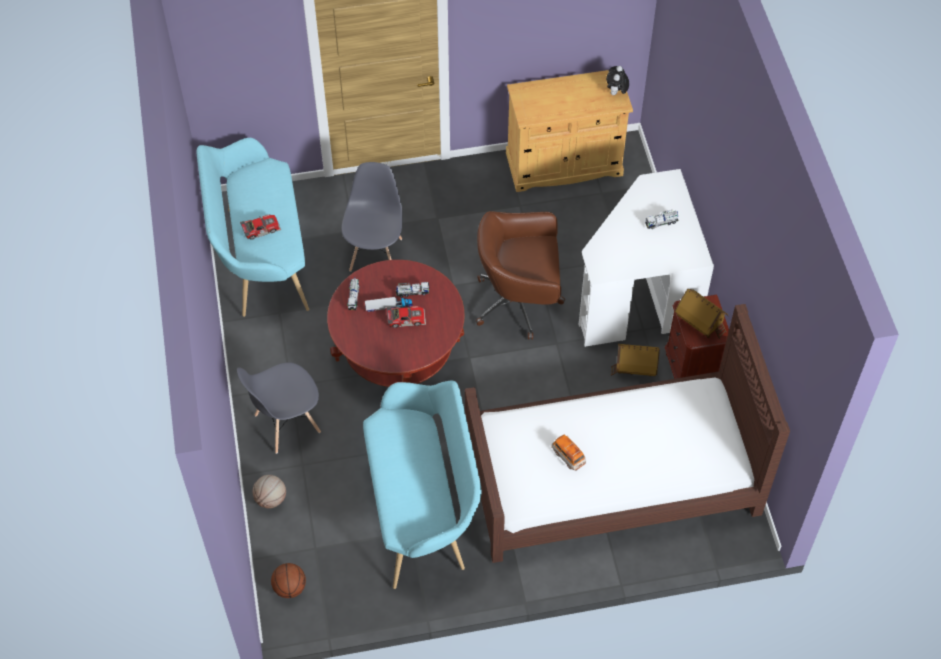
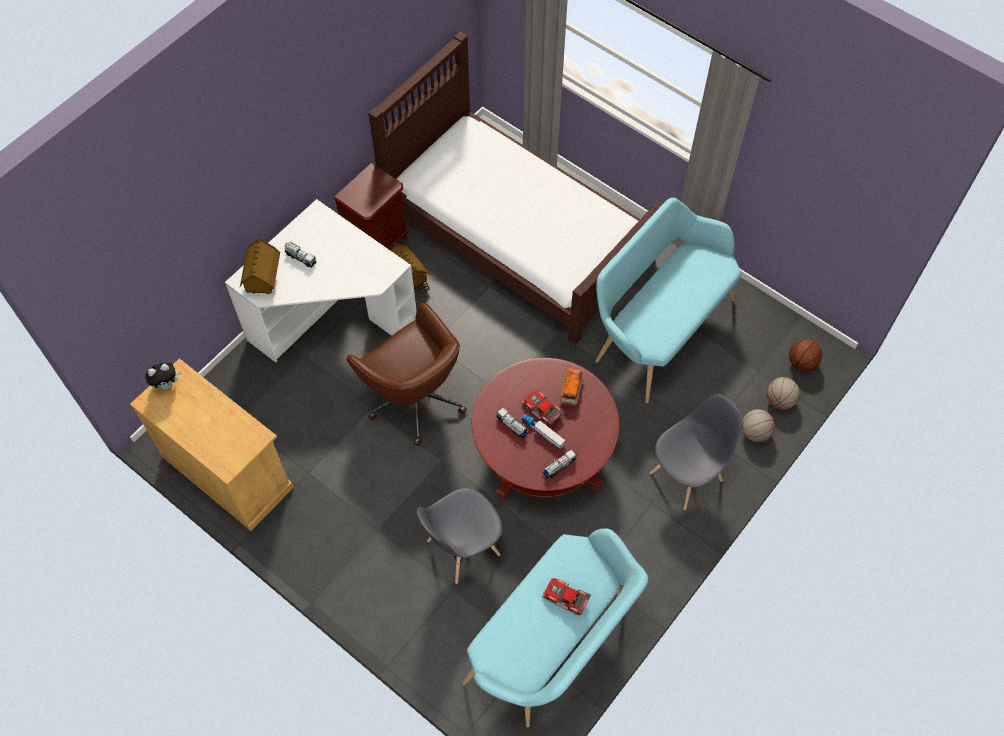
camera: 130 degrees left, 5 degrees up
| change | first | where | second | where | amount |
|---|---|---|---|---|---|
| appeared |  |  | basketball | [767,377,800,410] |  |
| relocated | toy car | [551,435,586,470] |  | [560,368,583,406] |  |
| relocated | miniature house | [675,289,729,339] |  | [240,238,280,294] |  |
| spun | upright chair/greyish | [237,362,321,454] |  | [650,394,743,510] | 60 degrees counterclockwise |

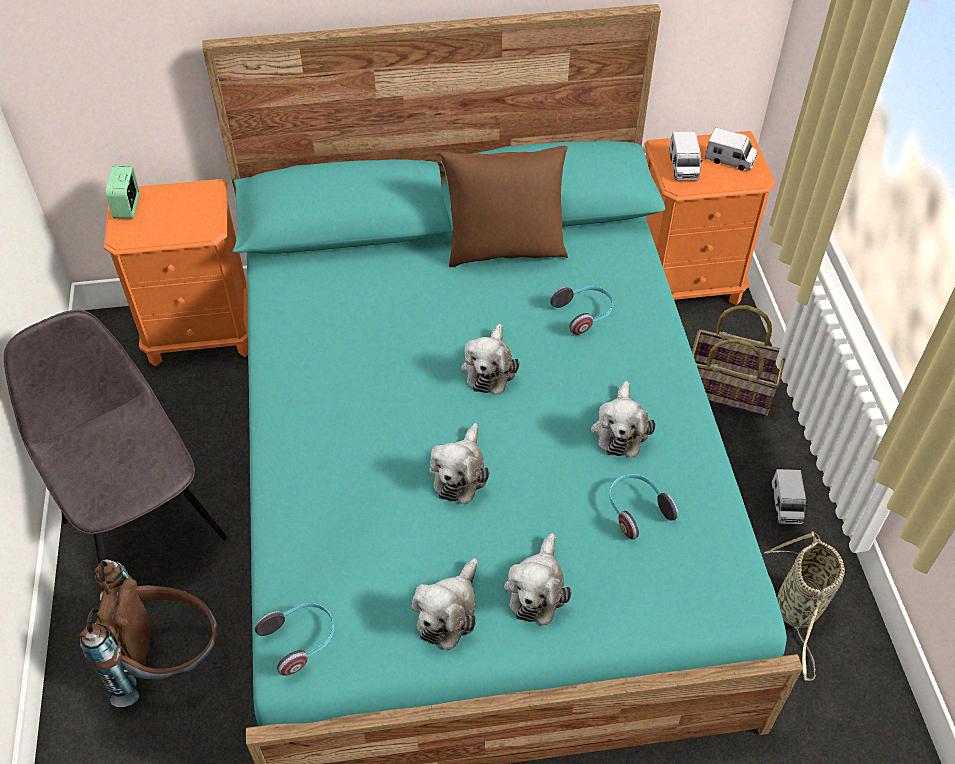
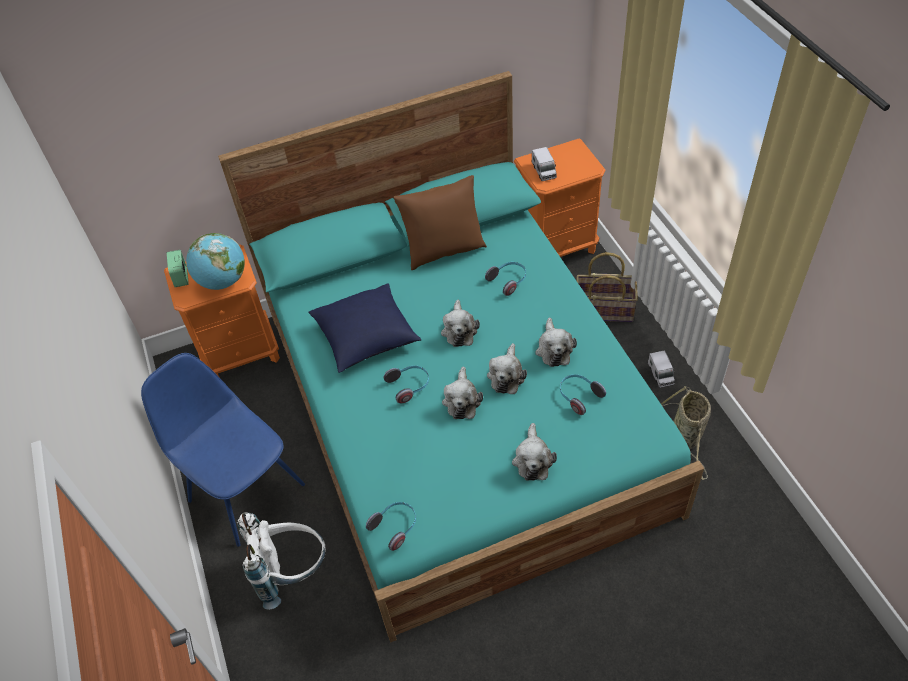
camera: 10 degrees left, 0 degrees up
| change | first | where | second | where | amount |
|---|---|---|---|---|---|
| missing | toy truck | [705,127,757,171] |  |  |  |
| appeared |  |  | world globe | [186,233,245,290] |  |
| appeared |  |  | throw pillow/bluish | [308,283,421,373] |  |
| appeared |  |  | pair of headphones | [383,365,429,403] |  |
| relocated | soft toy | [412,558,478,651] |  | [487,343,527,394] |  |
| colour | upright chair/greyish | [4,310,227,565] | upright chair/bluish | [141,353,305,547] |  |
| colour | backpack/brown-coloured | [79,560,218,707] | backpack/white | [237,512,326,610] |  |

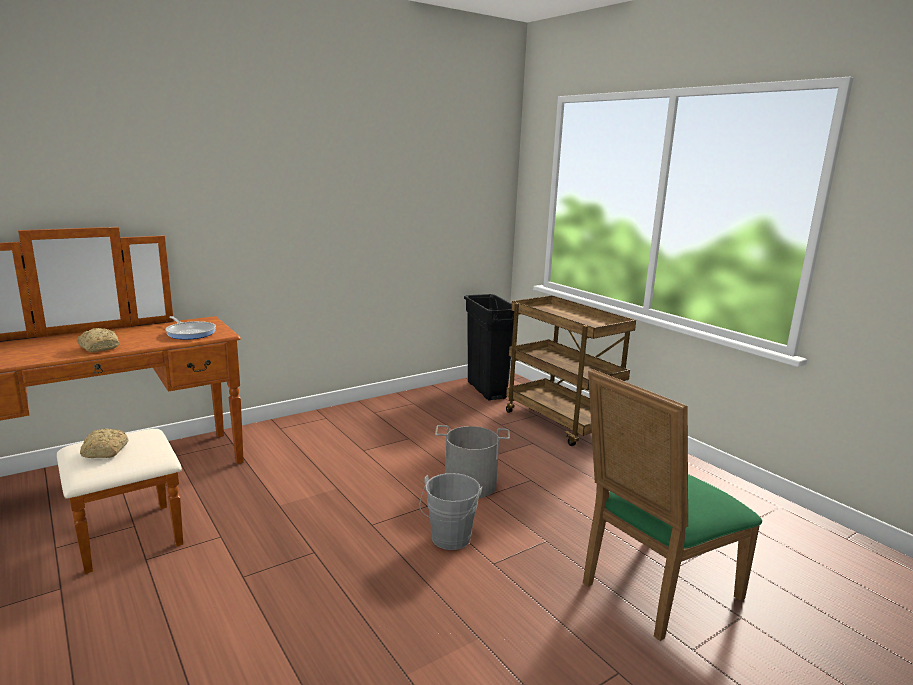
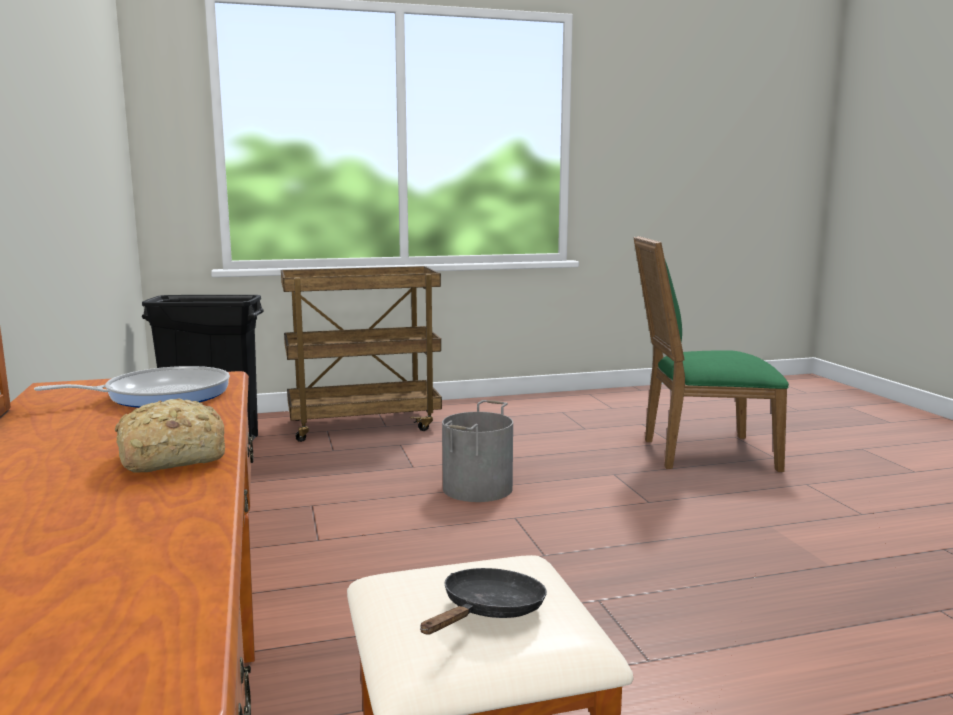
camera: 70 degrees left, 5 degrees down
| change | first | where | second | where | amount |
|---|---|---|---|---|---|
| missing | bucket/greyish | [419,473,482,550] |  |  |  |
| exchanged | bakery bread | [80,429,129,458] | pan/black | [420,568,547,635] |  |
| spun | upright chair/greenish | [583,369,762,641] |  | [634,236,789,472] | 105 degrees clockwise |

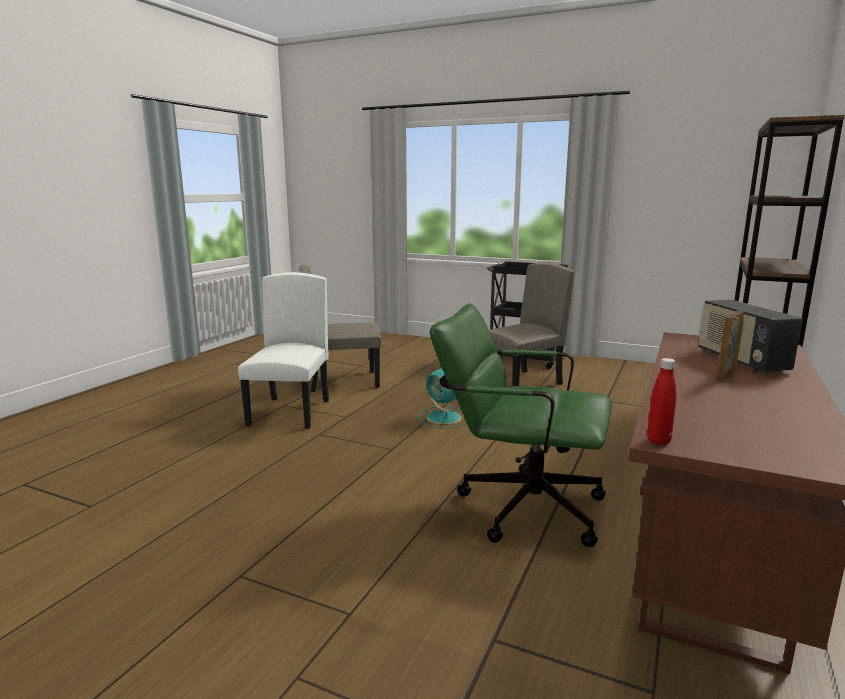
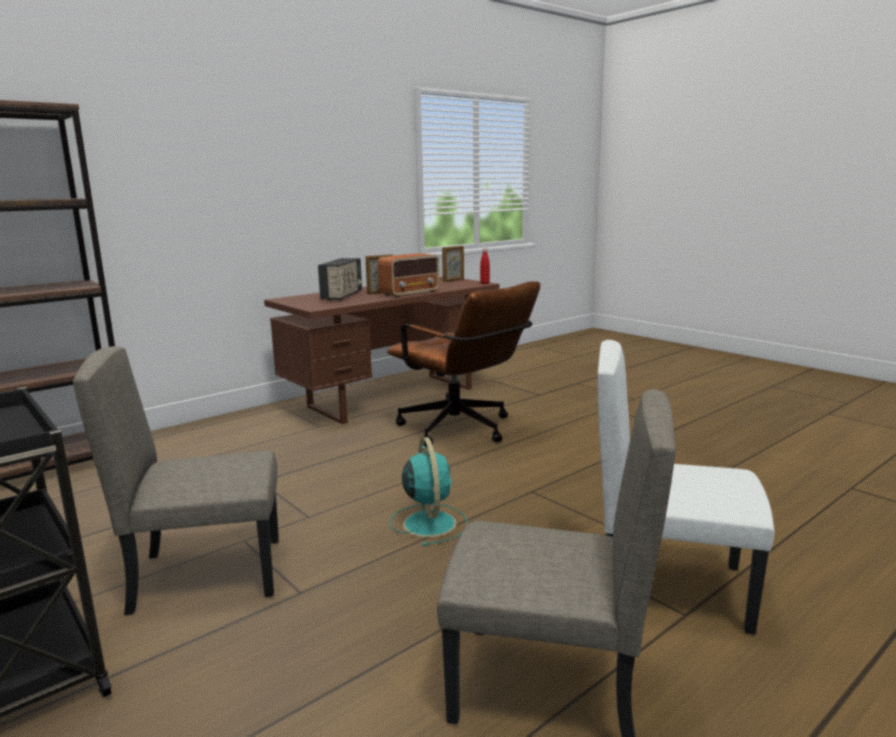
camera: 155 degrees left, 0 degrees up
| change | first | where | second | where | amount |
|---|---|---|---|---|---|
| appeared |  |  | radio receiver | [378,253,439,298] |  |
| appeared |  |  | standing frame | [442,246,464,282] |  |
| colour | office chair/greenish | [430,303,613,547] | office chair/brown-coloured | [387,281,540,447] |  |
| spun | upright chair/white | [238,272,329,429] |  | [598,340,775,634] | 75 degrees clockwise |

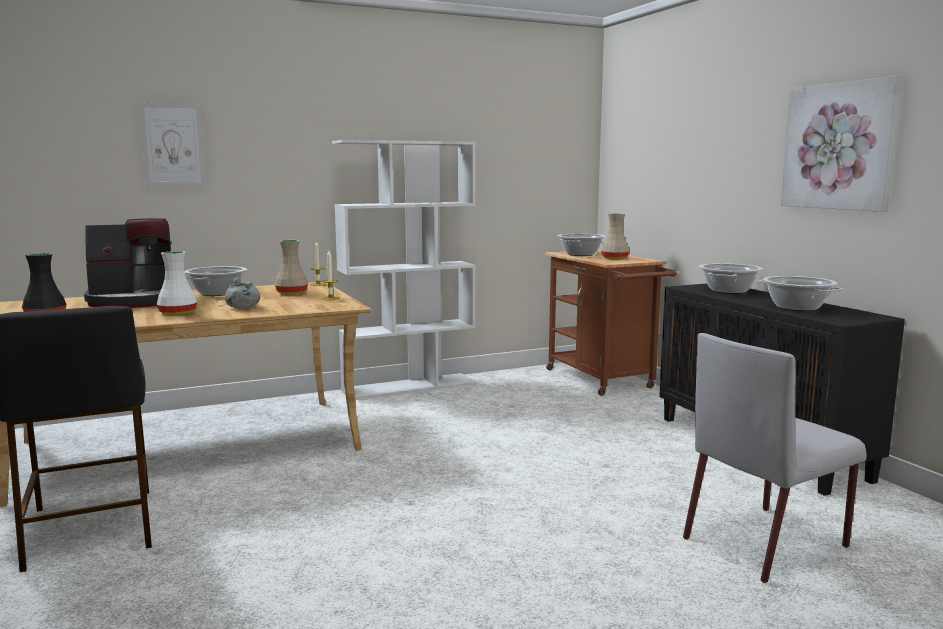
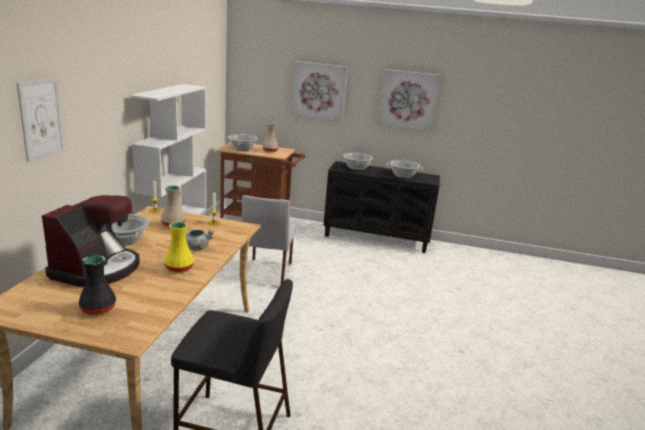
camera: 55 degrees left, 10 degrees up
| change | first | where | second | where | amount |
|---|---|---|---|---|---|
| appeared |  |  | wall picture | [291,61,348,122] |  |
| relocated | upright chair/greyish | [683,333,867,583] |  | [242,195,296,284] |  |
| colour | flower vase/white | [157,251,197,315] | flower vase/yellow-coloured | [164,222,194,273] |  |

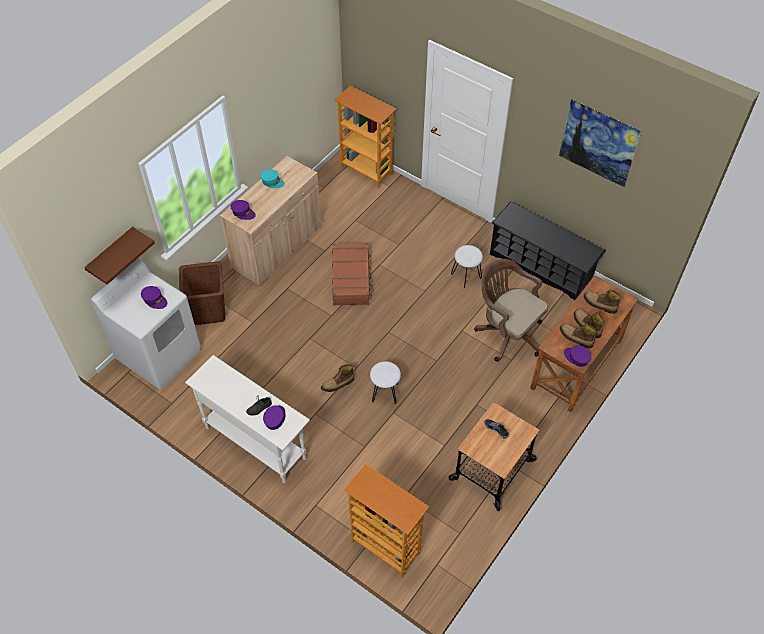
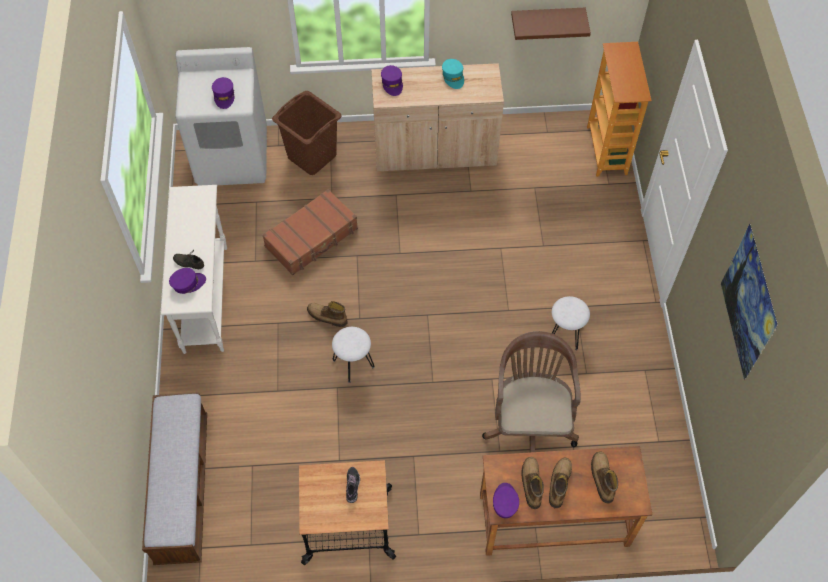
camera: 50 degrees right, 5 degrees up
| change | first | where | second | where | amount |
|---|---|---|---|---|---|
| missing | shoe rack/black | [490,201,606,300] |  |  |  |
| relocated | wall shelf/brown-coloured | [84,227,155,285] |  | [511,8,591,40] |  |
| relocated | travel case/brown-coloured | [332,243,372,306] |  | [262,189,358,275] |  |
| exchanged | bookcase | [344,464,429,577] | bench | [142,393,207,565] |  |

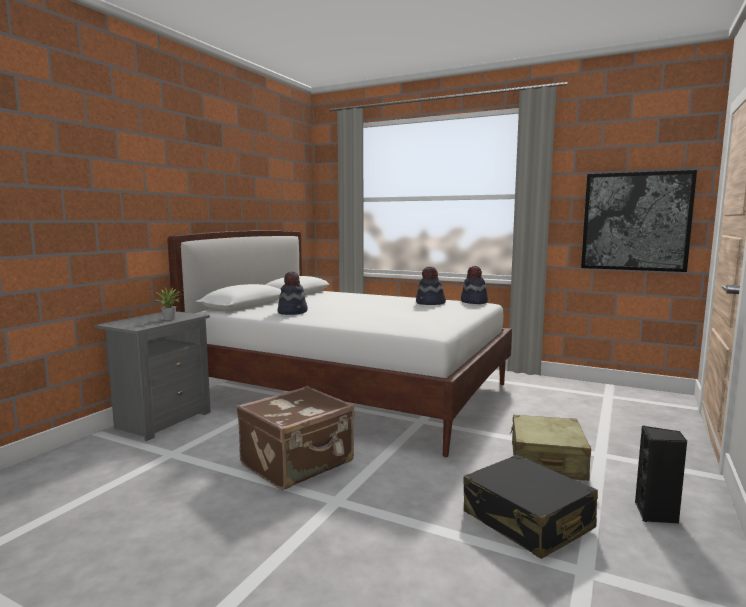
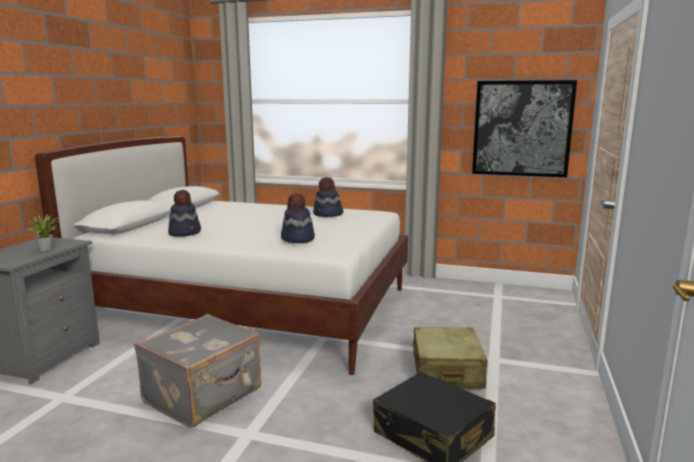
camera: 10 degrees left, 5 degrees up
| change | first | where | second | where | amount |
|---|---|---|---|---|---|
| missing | loudspeaker/black | [635,426,687,523] |  |  |  |
| relocated | wearable hat | [461,266,488,304] |  | [281,193,315,243] |  |
| colour | travel case/brown-coloured | [237,386,354,490] | travel case/greyish | [134,314,261,428] |  |

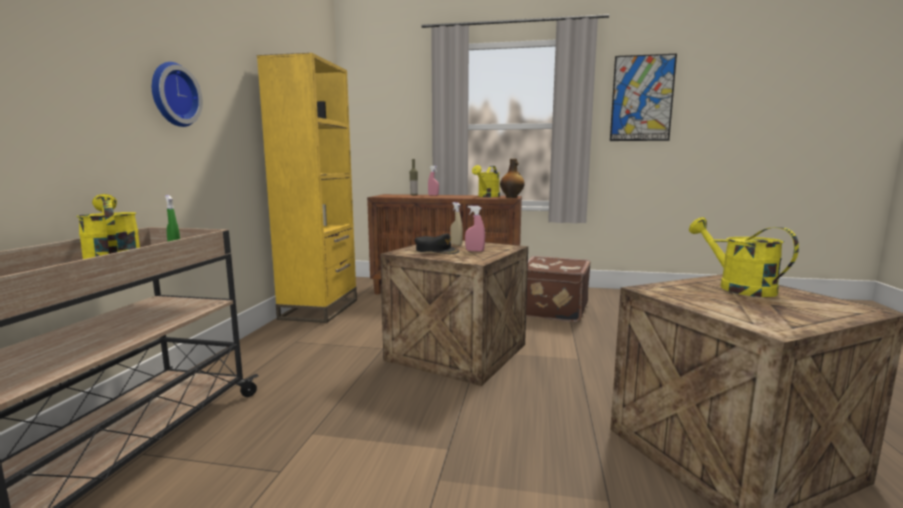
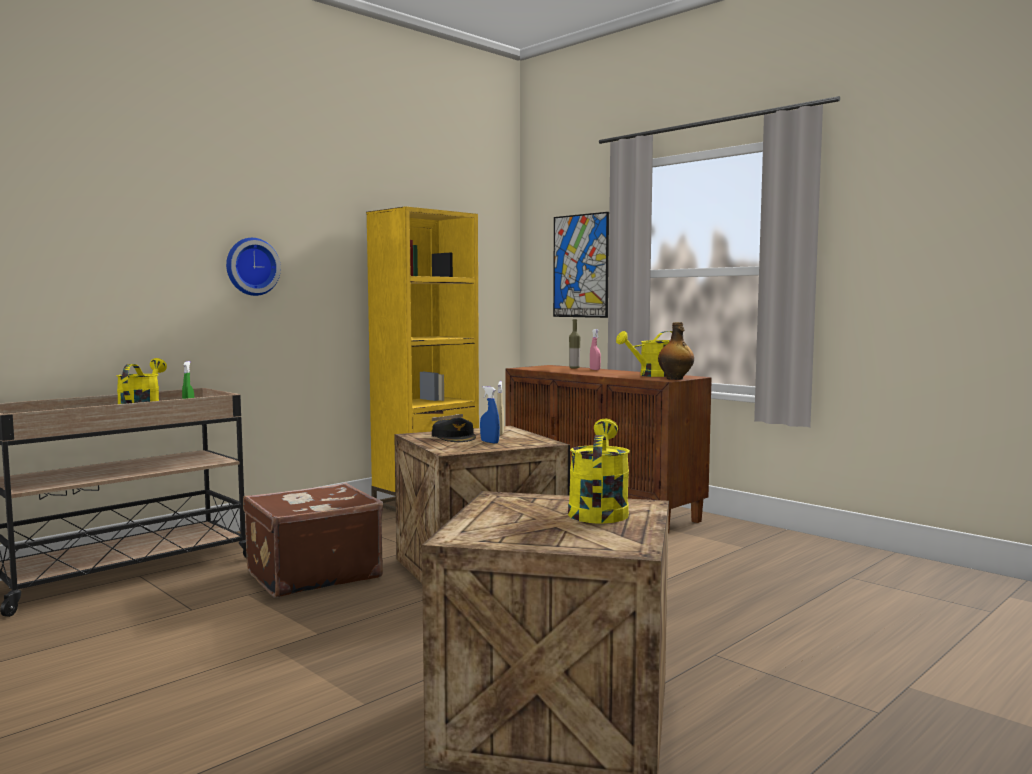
camera: 35 degrees right, 5 degrees down
| change | first | where | second | where | amount |
|---|---|---|---|---|---|
| relocated | travel case/brown-coloured | [526,256,591,322] |  | [243,483,383,598] |  |
| relocated | wall picture | [610,54,677,141] |  | [553,212,609,318] |  |
| colour | hand sprayer/pink | [465,206,485,251] | hand sprayer/bluish | [480,386,500,443] |  |

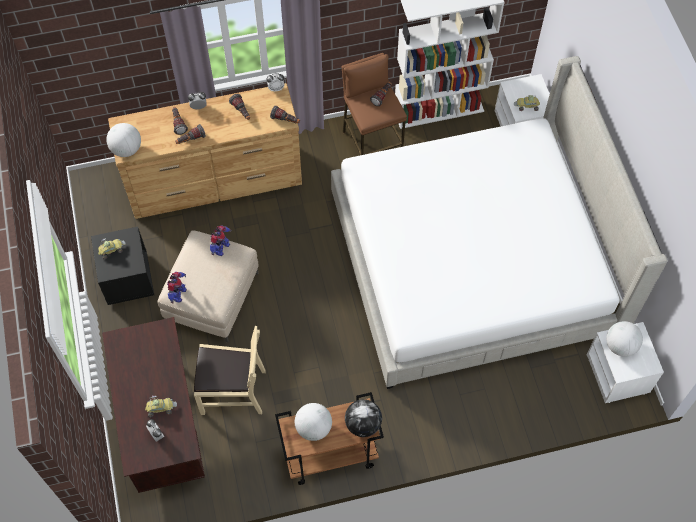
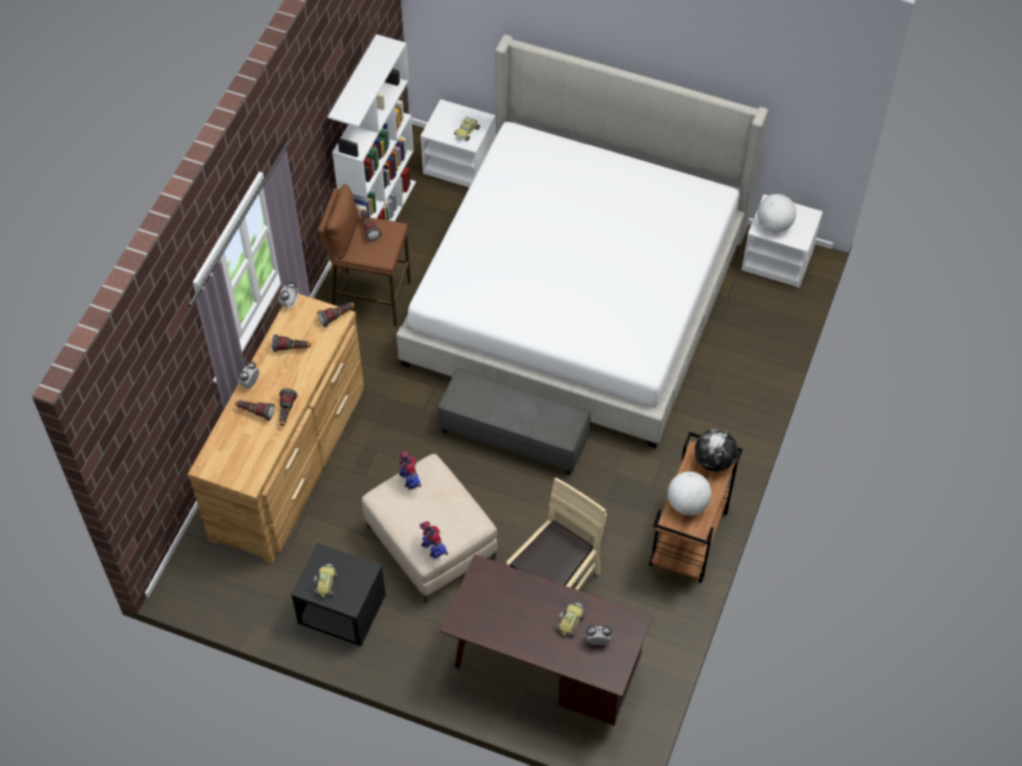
camera: 55 degrees left, 5 degrees down
| change | first | where | second | where | amount |
|---|---|---|---|---|---|
| missing | world globe | [106,123,141,157] |  |  |  |
| appeared |  |  | footrest/greyish | [438,369,590,475] |  |

